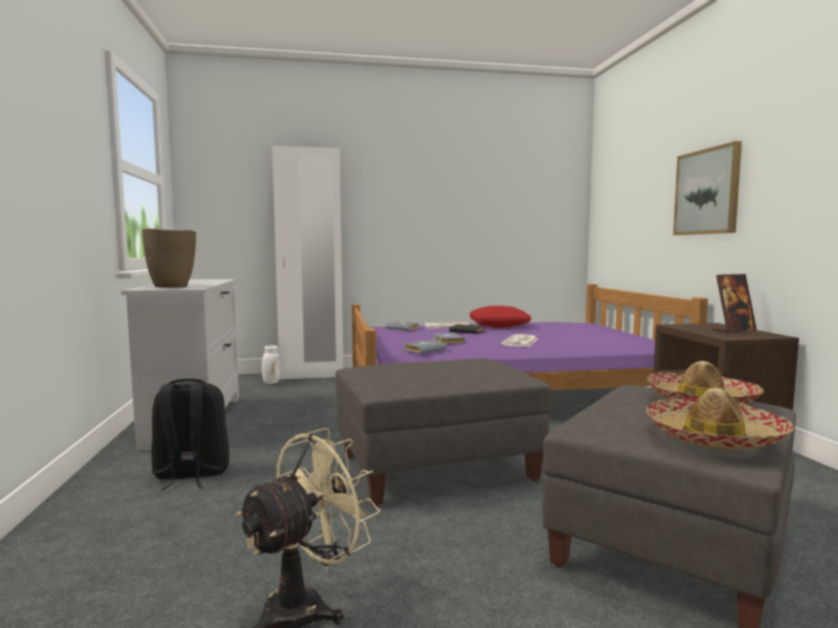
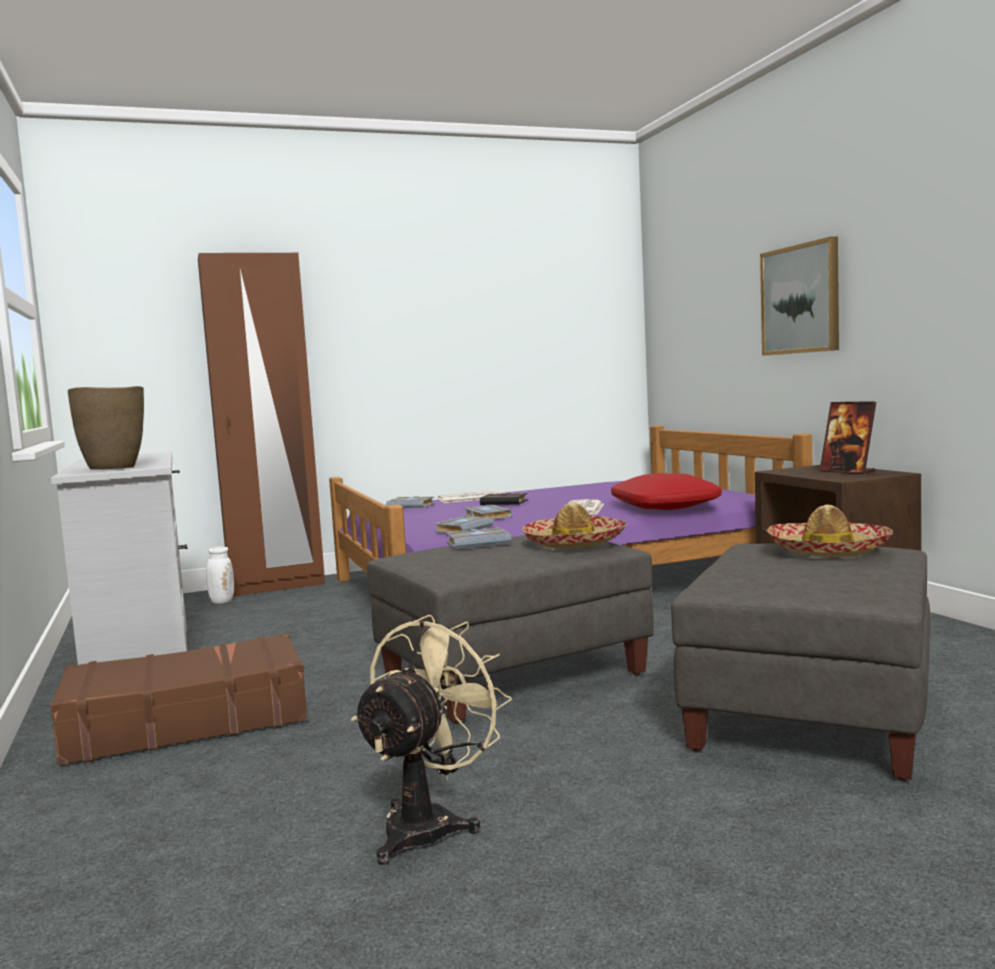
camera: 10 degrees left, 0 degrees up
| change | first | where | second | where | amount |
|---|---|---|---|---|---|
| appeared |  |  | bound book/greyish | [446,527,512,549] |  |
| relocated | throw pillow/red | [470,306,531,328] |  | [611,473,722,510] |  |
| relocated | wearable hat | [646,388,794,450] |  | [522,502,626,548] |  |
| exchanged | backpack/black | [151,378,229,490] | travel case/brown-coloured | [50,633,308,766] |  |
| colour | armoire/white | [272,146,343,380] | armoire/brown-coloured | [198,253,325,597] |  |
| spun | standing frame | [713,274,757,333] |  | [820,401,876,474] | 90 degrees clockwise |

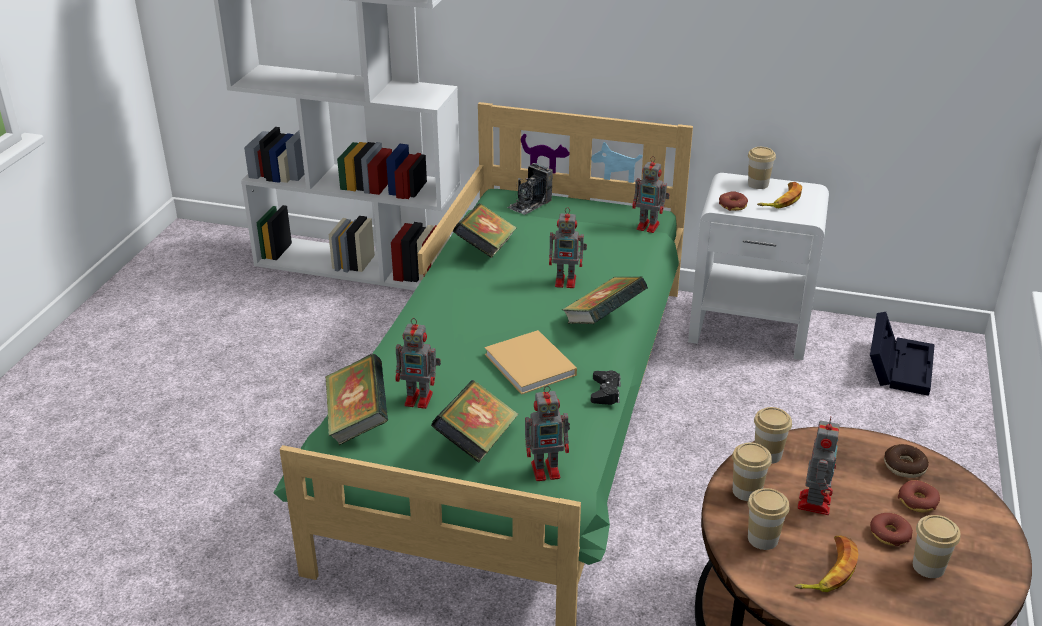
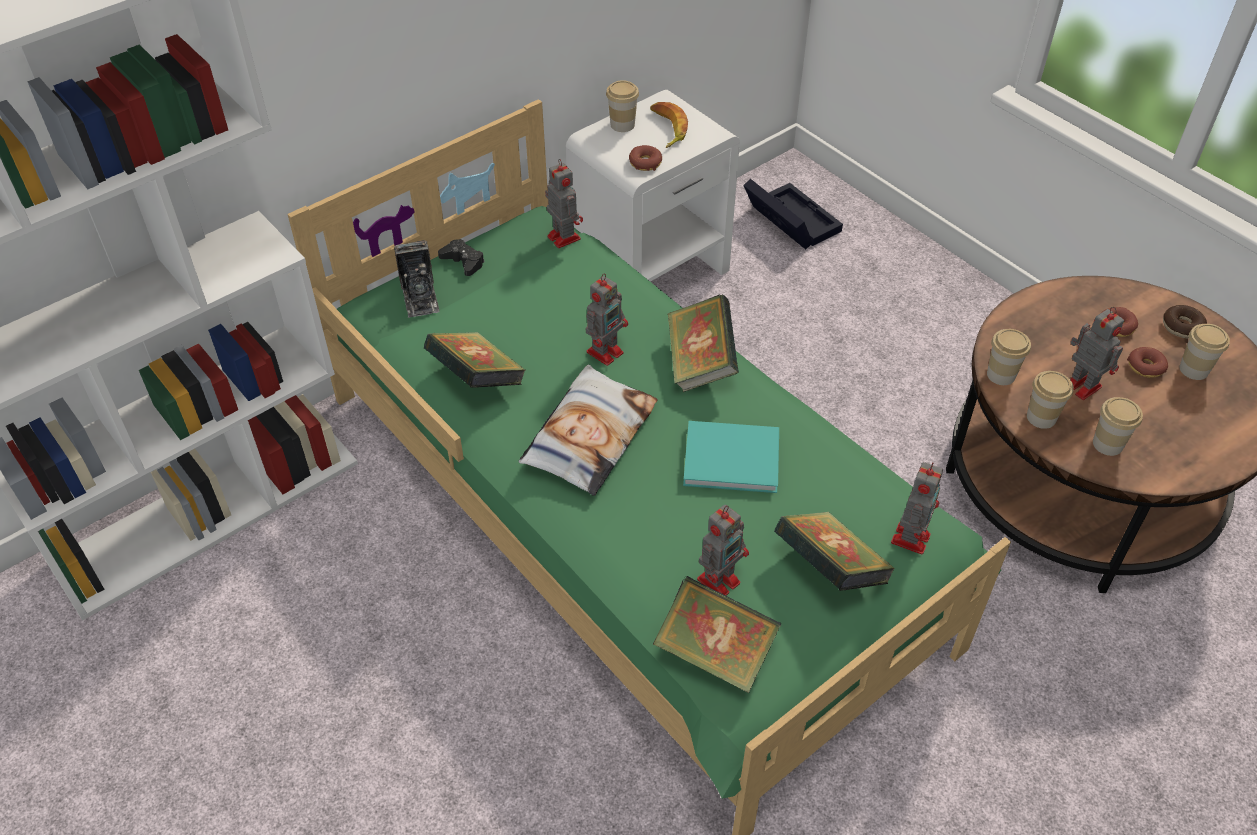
camera: 55 degrees left, 15 degrees up
| change | first | where | second | where | amount |
|---|---|---|---|---|---|
| missing | banana | [795,536,858,592] |  |  |  |
| appeared |  |  | throw pillow | [519,364,658,496] |  |
| relocated | joypad/black | [591,370,621,405] |  | [438,239,485,276] |  |
| relocated | ring doughnut | [884,444,929,478] |  | [1163,305,1207,339] |  |
| colour | bound book/beige | [485,330,577,395] | bound book/turquoise-coloured | [683,421,779,493] |  |
| spun | model robot | [632,156,670,233] |  | [545,159,583,248] | 90 degrees counterclockwise |

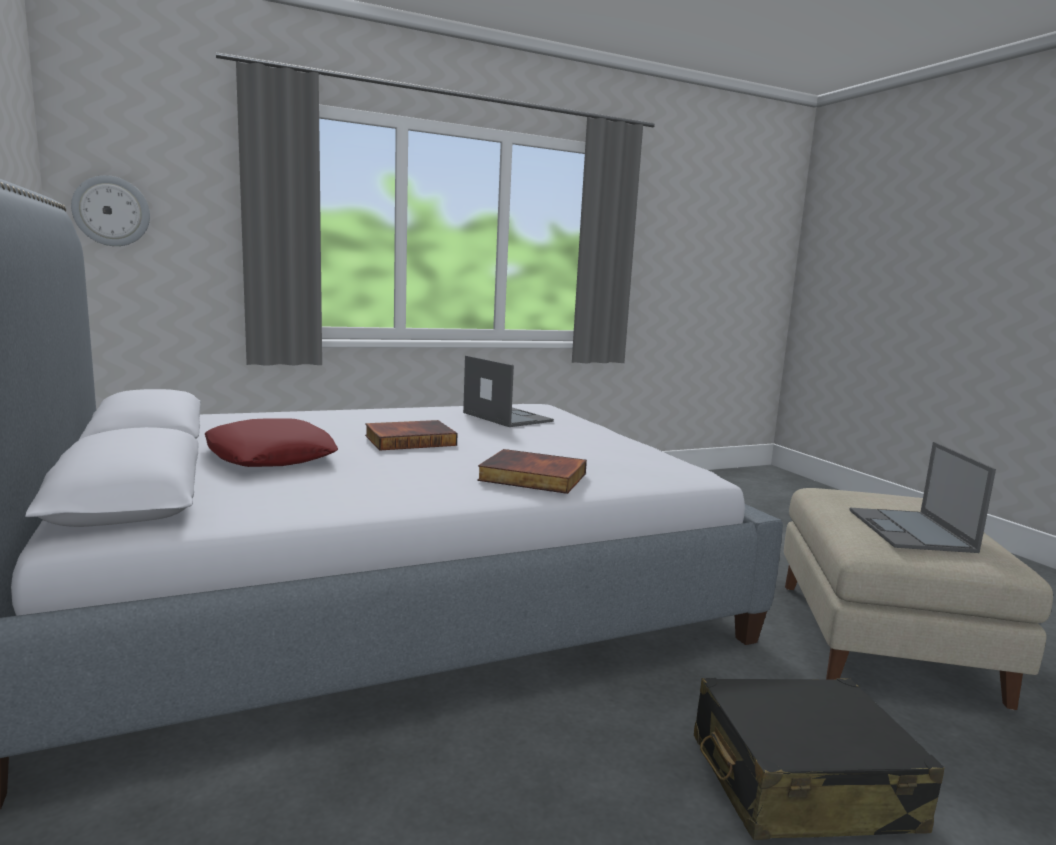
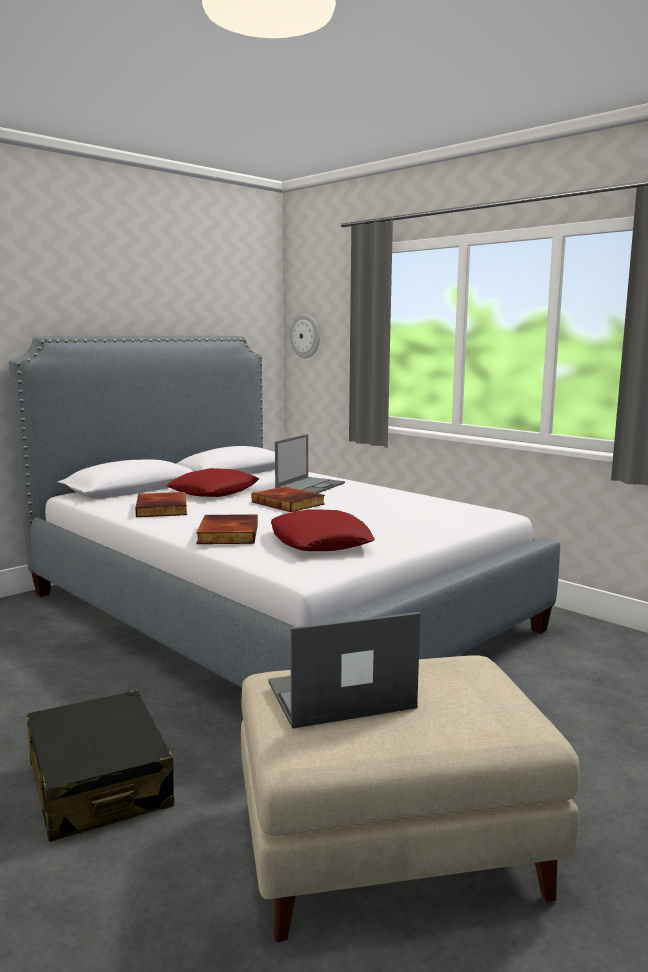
camera: 70 degrees right, 0 degrees up
| change | first | where | second | where | amount |
|---|---|---|---|---|---|
| appeared |  |  | bound book | [135,492,187,517] |  |
| appeared |  |  | throw pillow/red | [271,510,375,551] |  |
| relocated | laptop | [463,355,554,427] |  | [275,434,345,493] |  |

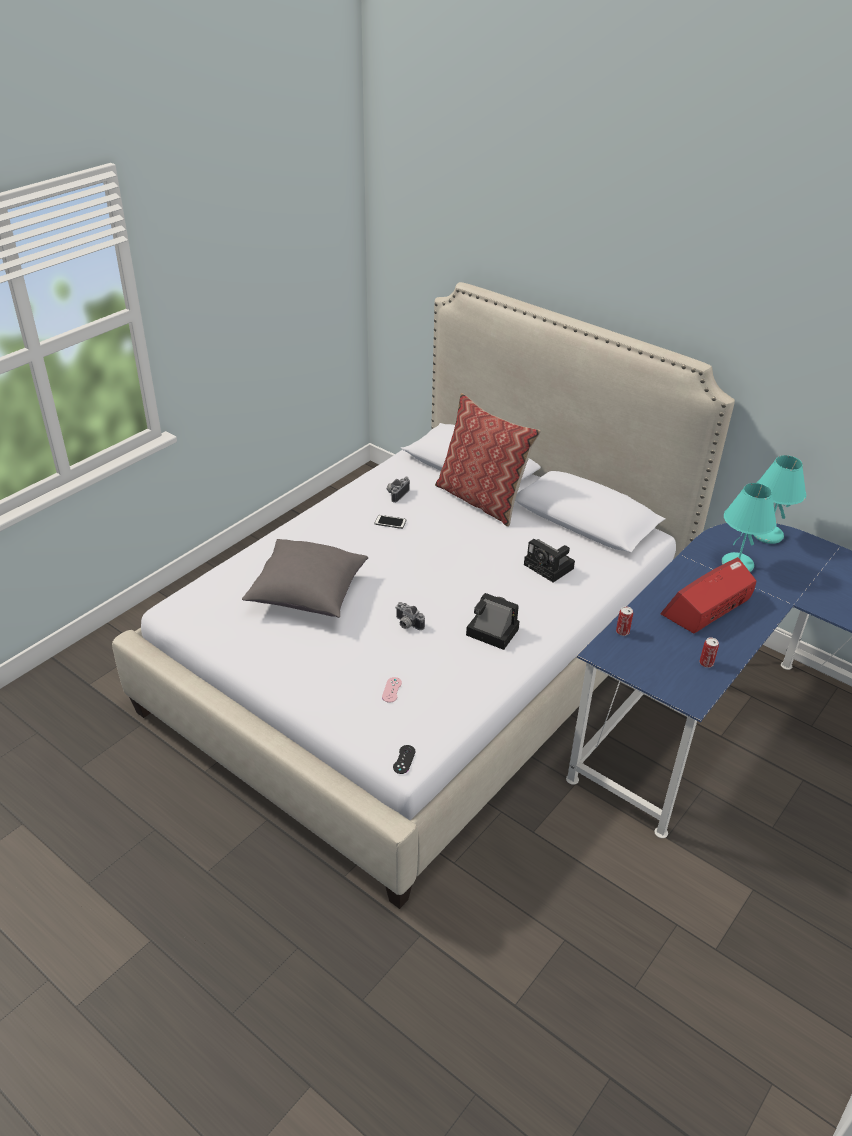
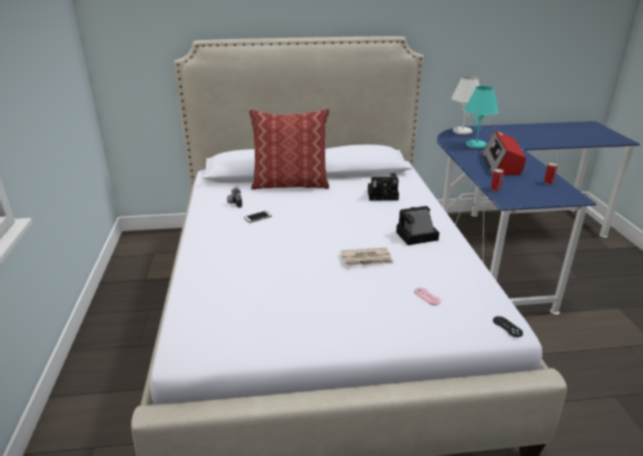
camera: 45 degrees left, 10 degrees down
| change | first | where | second | where | amount |
|---|---|---|---|---|---|
| missing | throw pillow/greyish | [242,539,368,618] |  |  |  |
| exchanged | photo camera | [395,602,425,630] | newspaper | [341,248,394,266] |  |
| colour | lamp for a table/turquoise-coloured | [754,455,806,544] | lamp for a table/white | [451,76,480,135] |  |

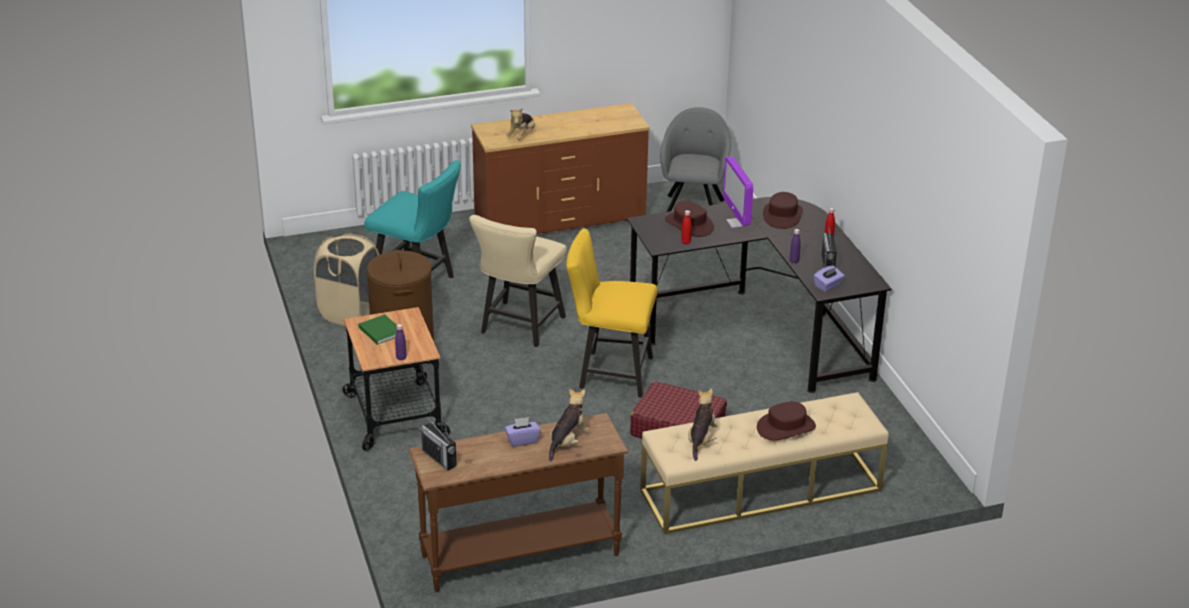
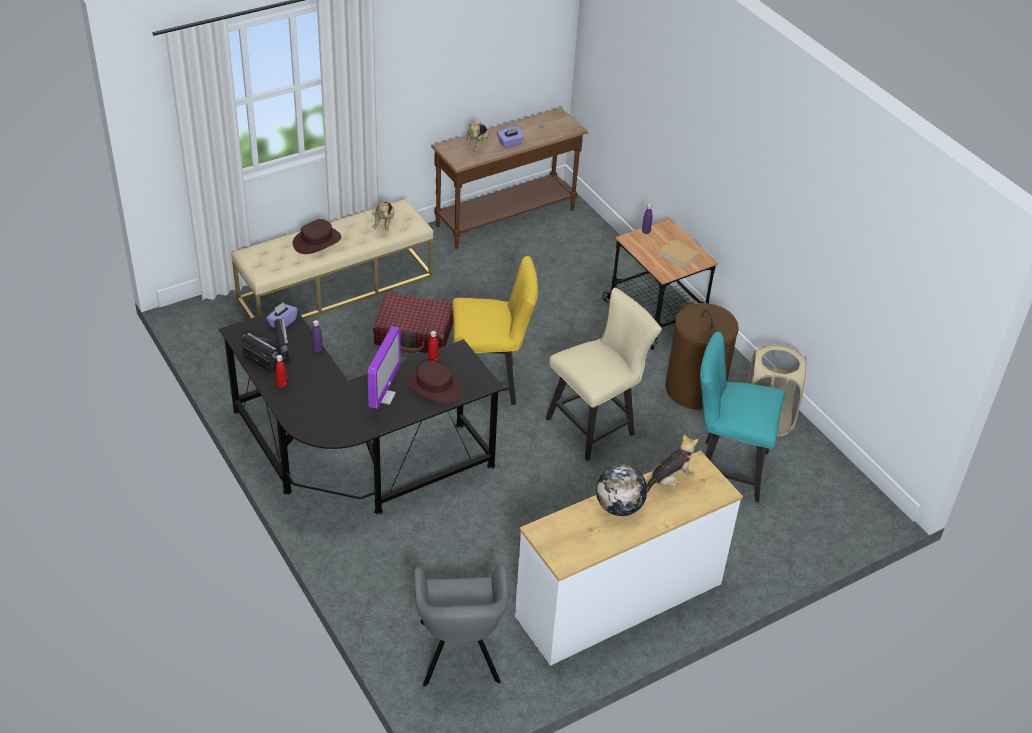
camera: 165 degrees right, 10 degrees up
| change | first | where | second | where | amount |
|---|---|---|---|---|---|
| missing | wearable hat/brown-coloured | [763,192,803,229] |  |  |  |
| appeared |  |  | world globe | [596,465,647,516] |  |
| relocated | radio receiver | [420,416,457,471] |  | [242,333,279,373] |  |
| colour | bound book/greenish | [358,314,404,345] | bound book/beige | [657,239,700,268] |  |
| colour | dresser/brown-coloured | [471,103,650,234] | dresser/white | [515,450,743,666] |  |
| spun | upright chair/beige | [469,215,567,347] |  | [546,287,662,461] | 45 degrees clockwise |
| spun | soft toy | [506,108,535,140] |  | [647,434,698,493] | 45 degrees clockwise |
| spun | computer display | [723,156,753,228] |  | [368,326,401,409] | 45 degrees clockwise |

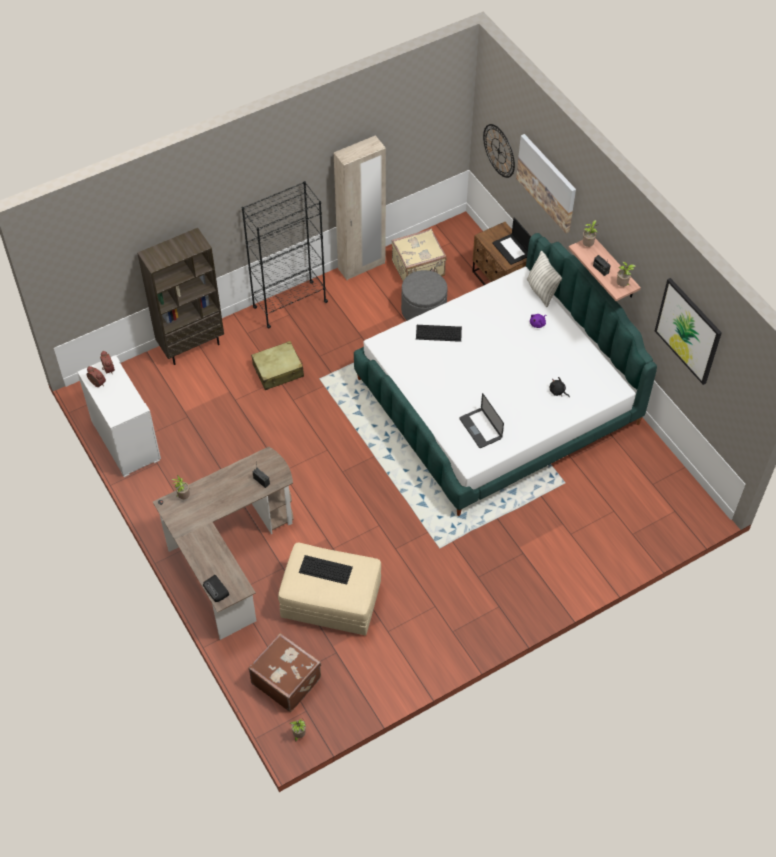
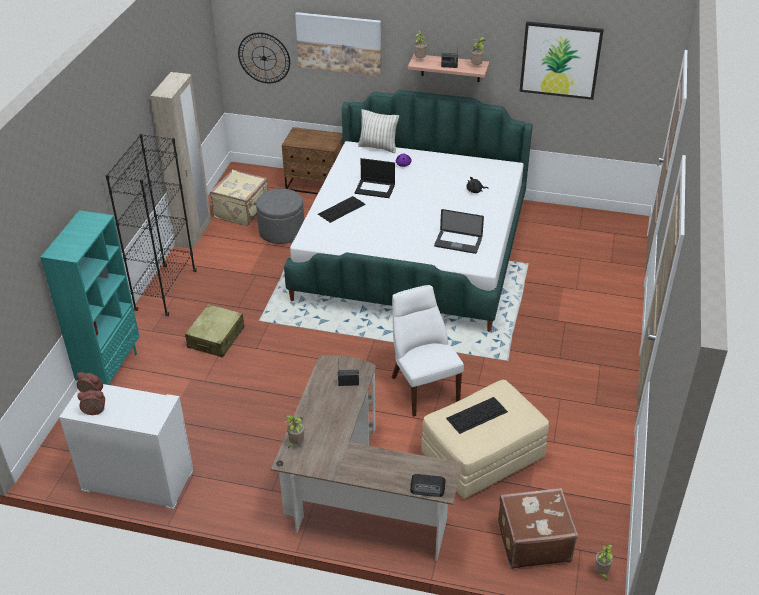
camera: 45 degrees left, 15 degrees down
| change | first | where | second | where | amount |
|---|---|---|---|---|---|
| appeared |  |  | upright chair/white | [392,285,464,416] |  |
| relocated | laptop | [492,217,531,265] |  | [355,158,395,198] |  |
| colour | bookcase/brown-coloured | [137,228,224,365] | bookcase/turquoise-coloured | [40,210,139,385] |  |

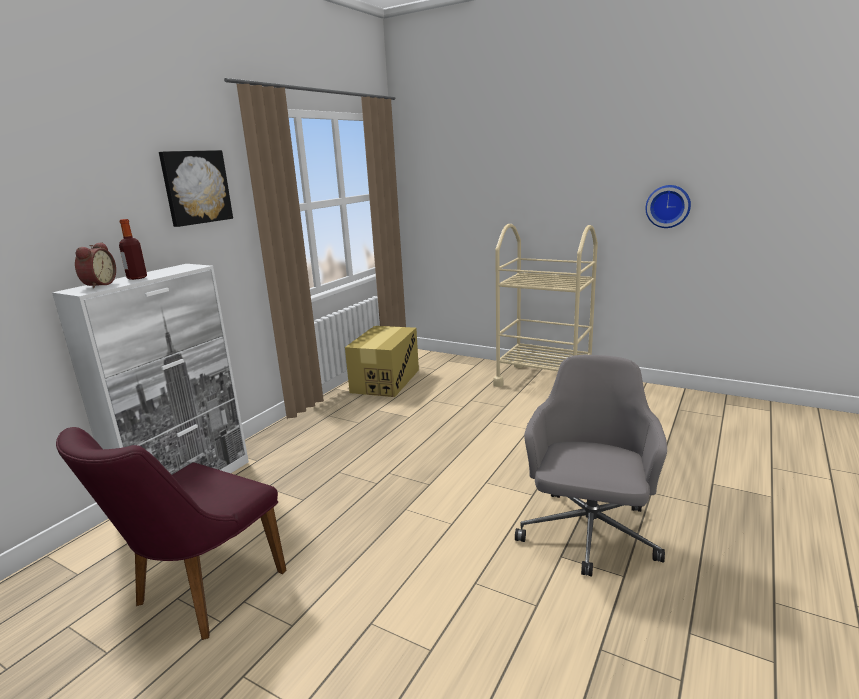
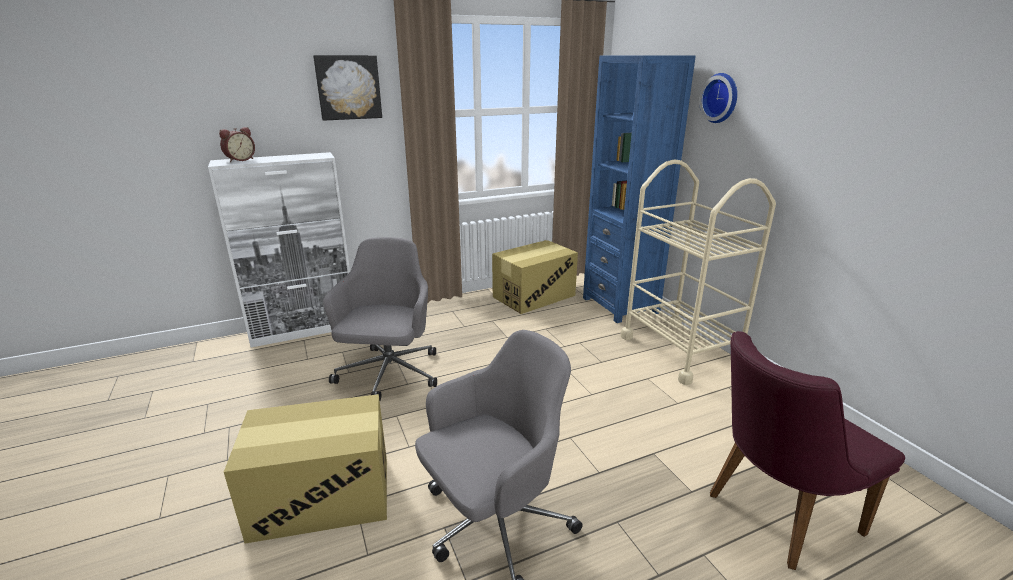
camera: 35 degrees right, 5 degrees up
| change | first | where | second | where | amount |
|---|---|---|---|---|---|
| missing | beverage bottle | [119,219,147,280] |  |  |  |
| appeared |  |  | cardboard box | [224,394,387,543] |  |
| appeared |  |  | office chair/greyish | [323,237,437,400] |  |
| appeared |  |  | bookcase/bluish | [583,55,696,323] |  |
| relocated | upright chair/purple | [56,427,286,640] |  | [710,331,905,570] |  |
| relocated | hanging clock | [645,185,691,228] |  | [699,73,737,123] |  |

